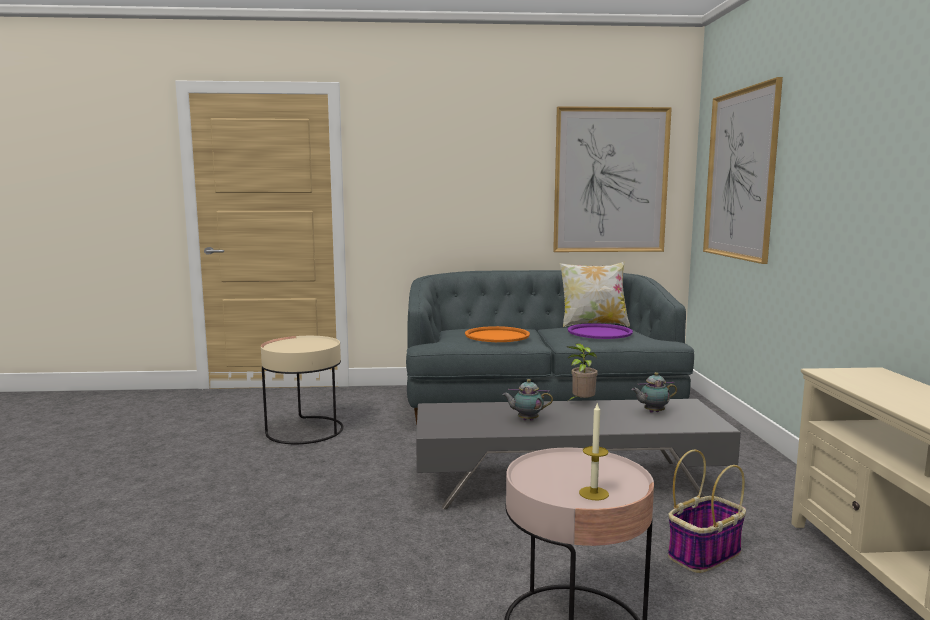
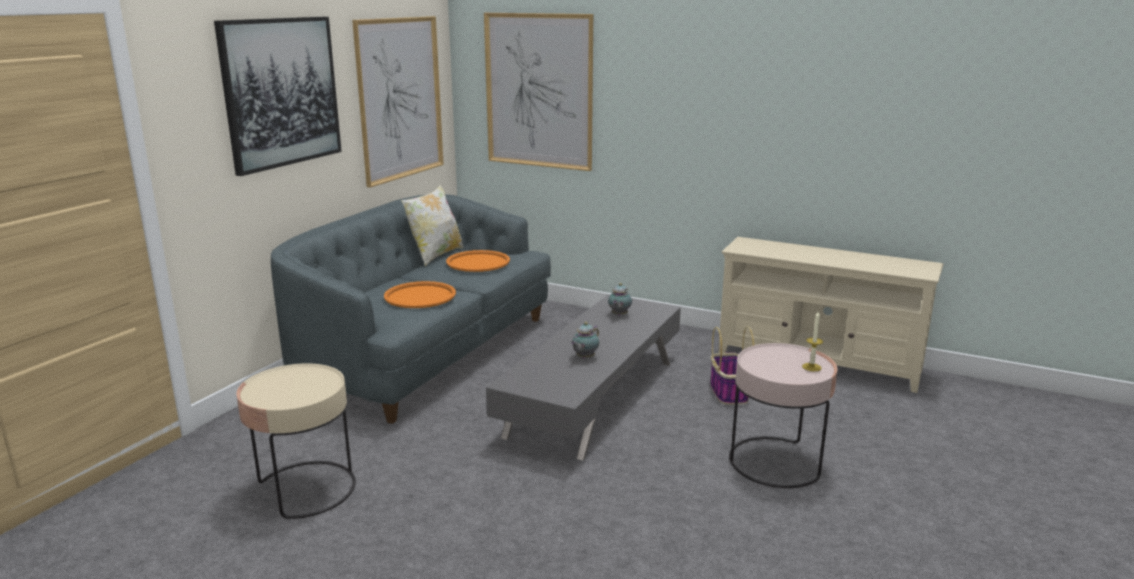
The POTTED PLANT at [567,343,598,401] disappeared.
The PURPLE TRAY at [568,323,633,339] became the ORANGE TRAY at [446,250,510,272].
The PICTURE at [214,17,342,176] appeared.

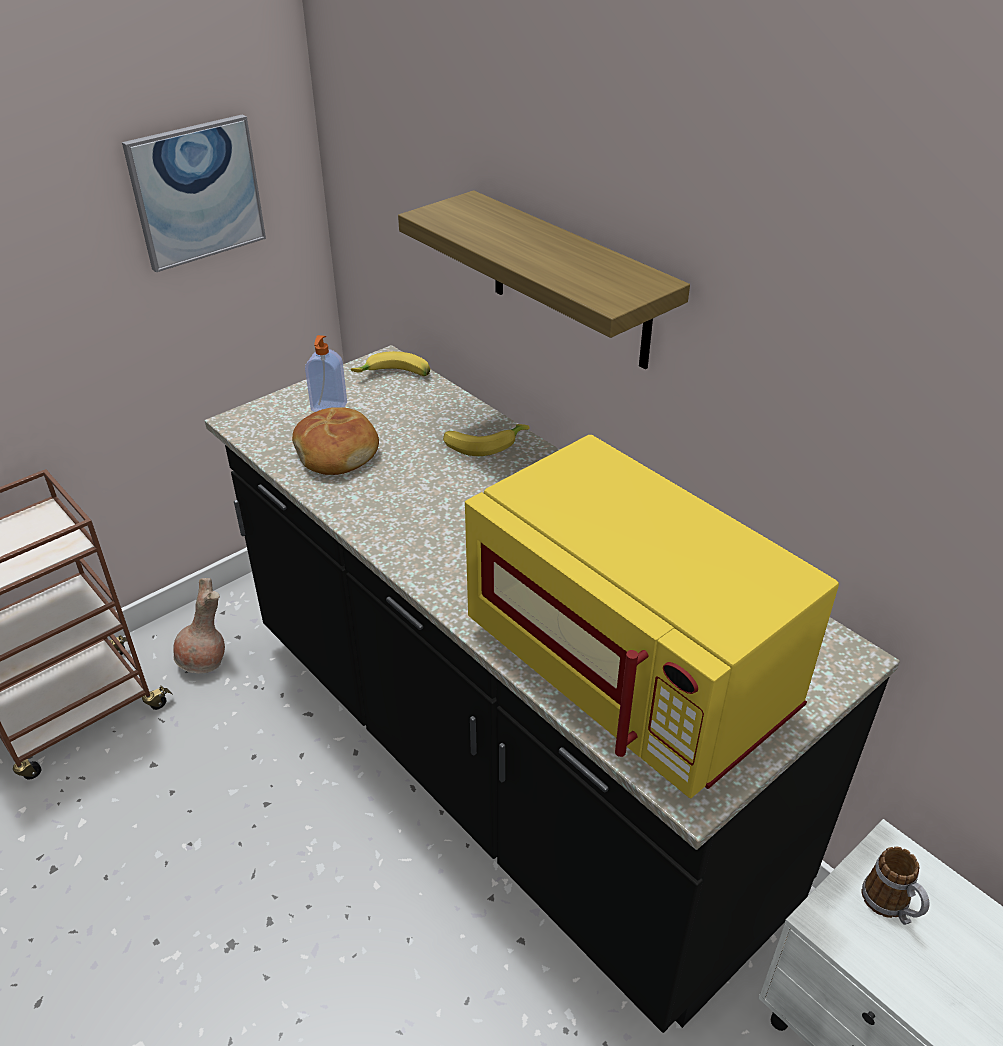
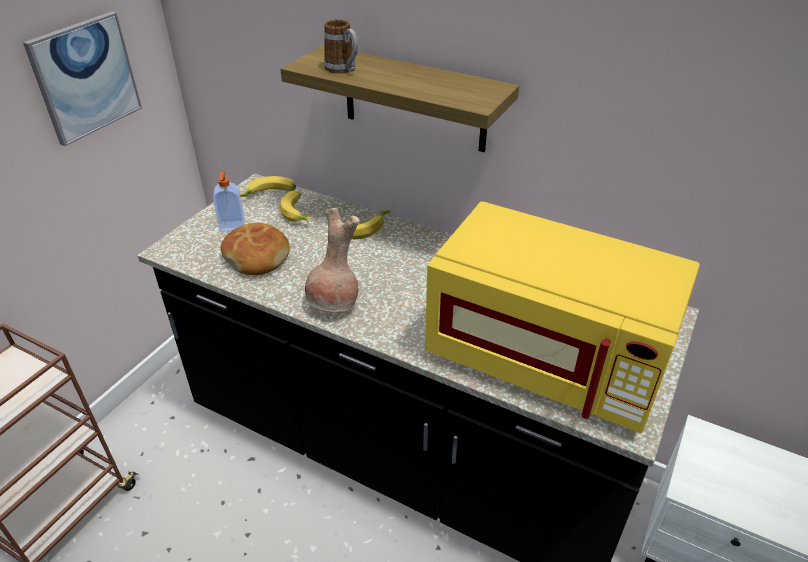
The BROWN VASE moved from [173,578,225,673] to [305,208,360,312].
The MUG moved from [862,847,929,925] to [324,19,358,74].
The BANANA at [279,191,309,223] appeared.

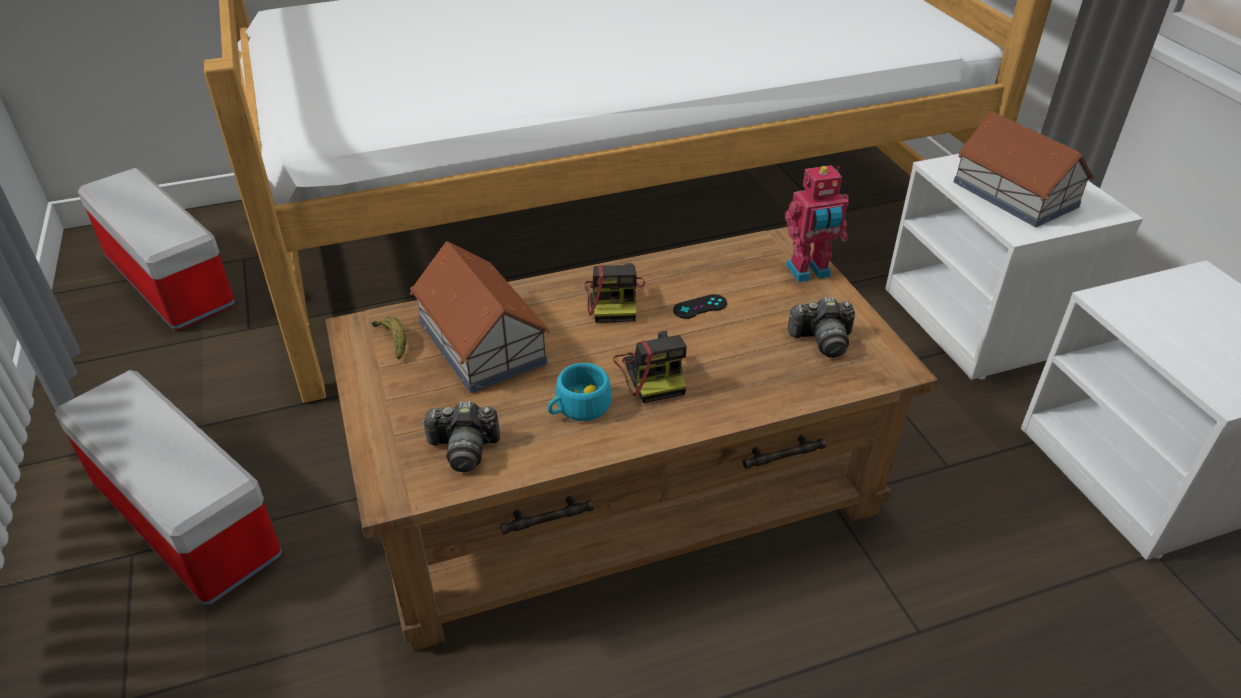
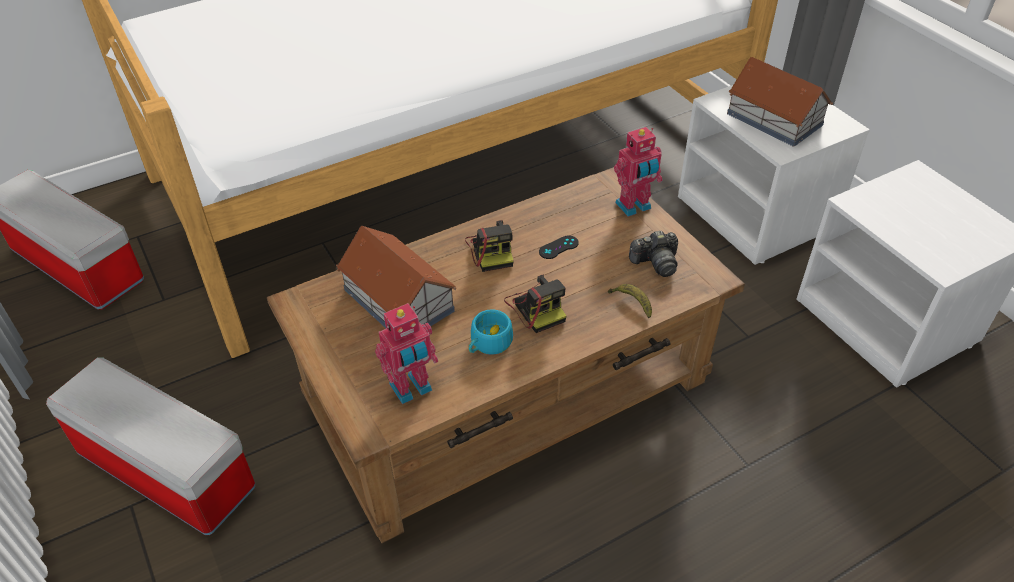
The BANANA moved from [372,316,406,359] to [608,284,652,318].
The PHOTO CAMERA at [422,401,500,472] was replaced by the TOY ROBOT at [375,303,438,404].

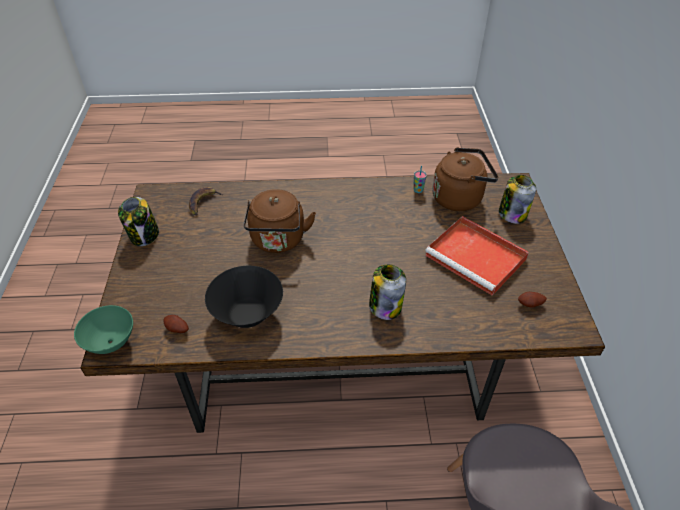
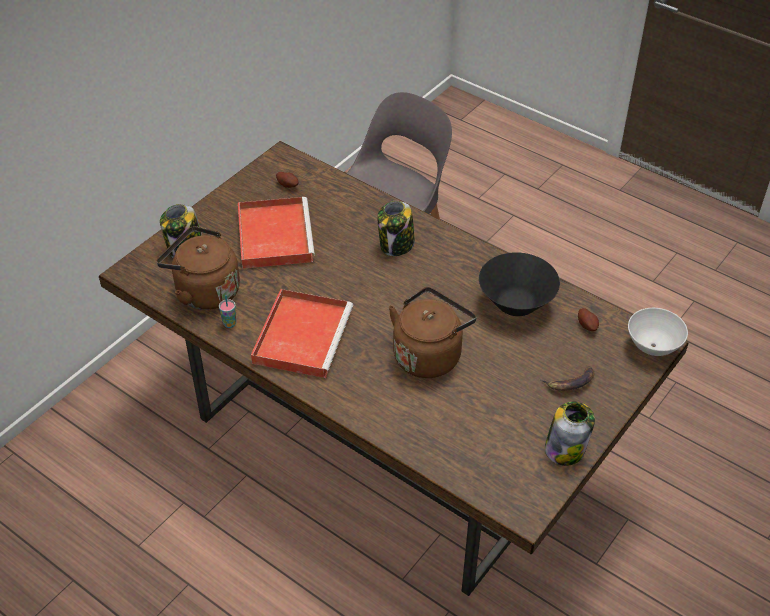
The GREEN BOWL at [74,305,133,354] became the WHITE BOWL at [628,308,688,356].
The BANANA moved from [189,187,224,215] to [540,366,594,391].
The RED TRAY at [251,289,353,378] appeared.

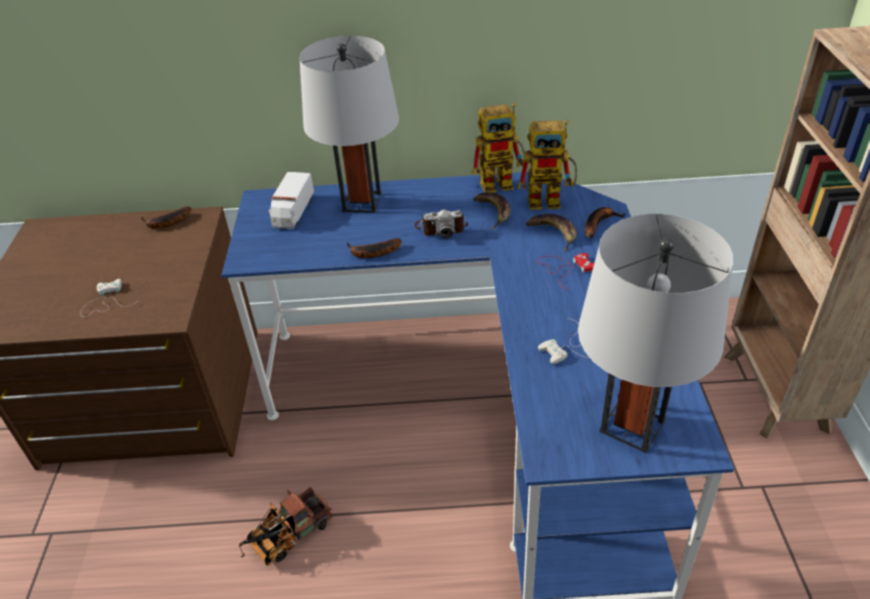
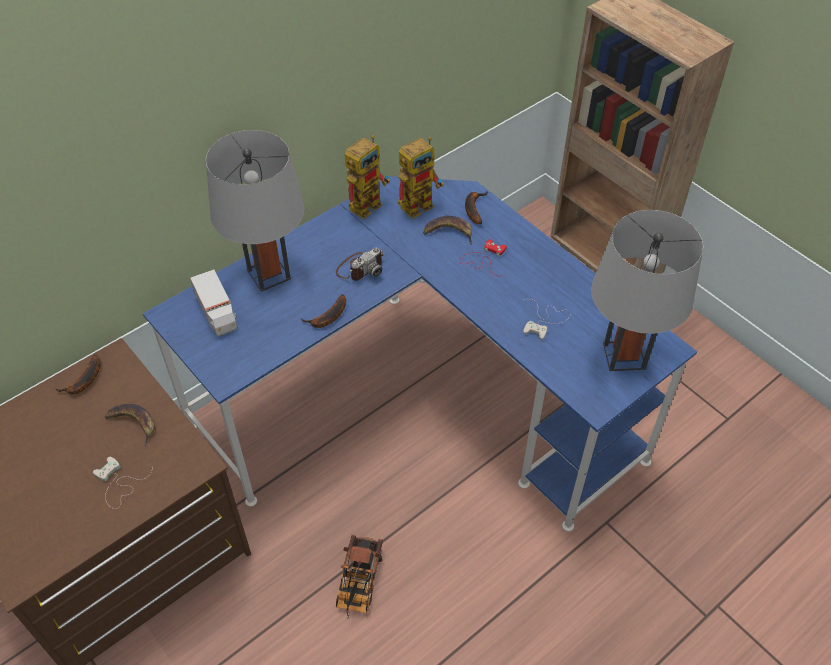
The BANANA moved from [474,192,510,230] to [105,404,155,447].

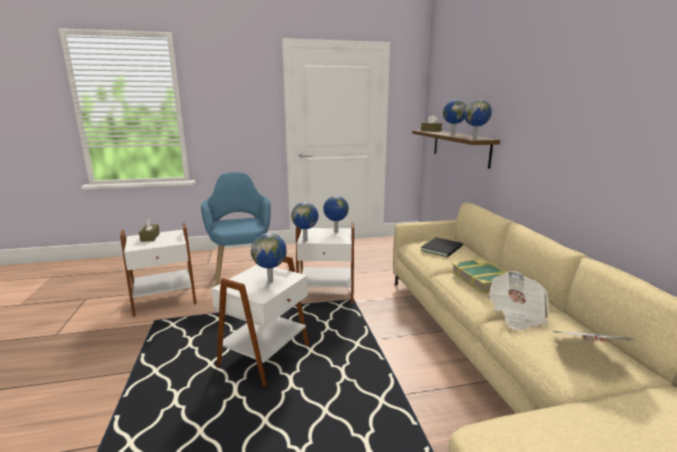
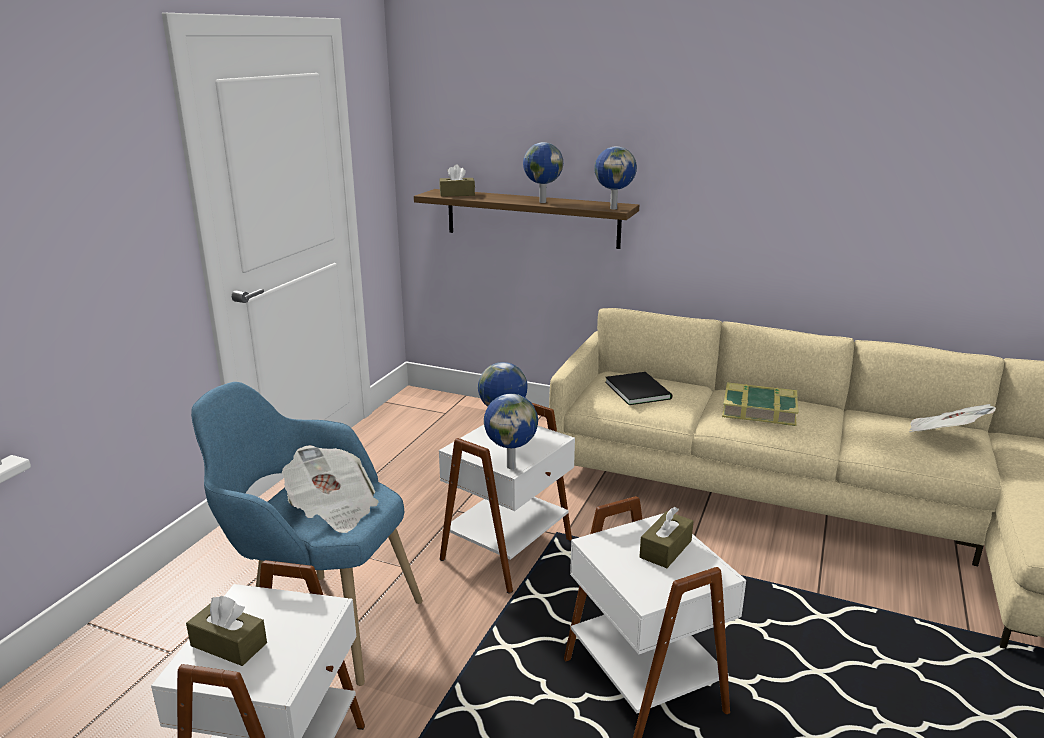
The GLOBE at [251,233,287,283] was replaced by the BROWN TISSUE BOX at [639,507,694,568].
The NEWSPAPER moved from [488,271,549,330] to [282,445,379,533].

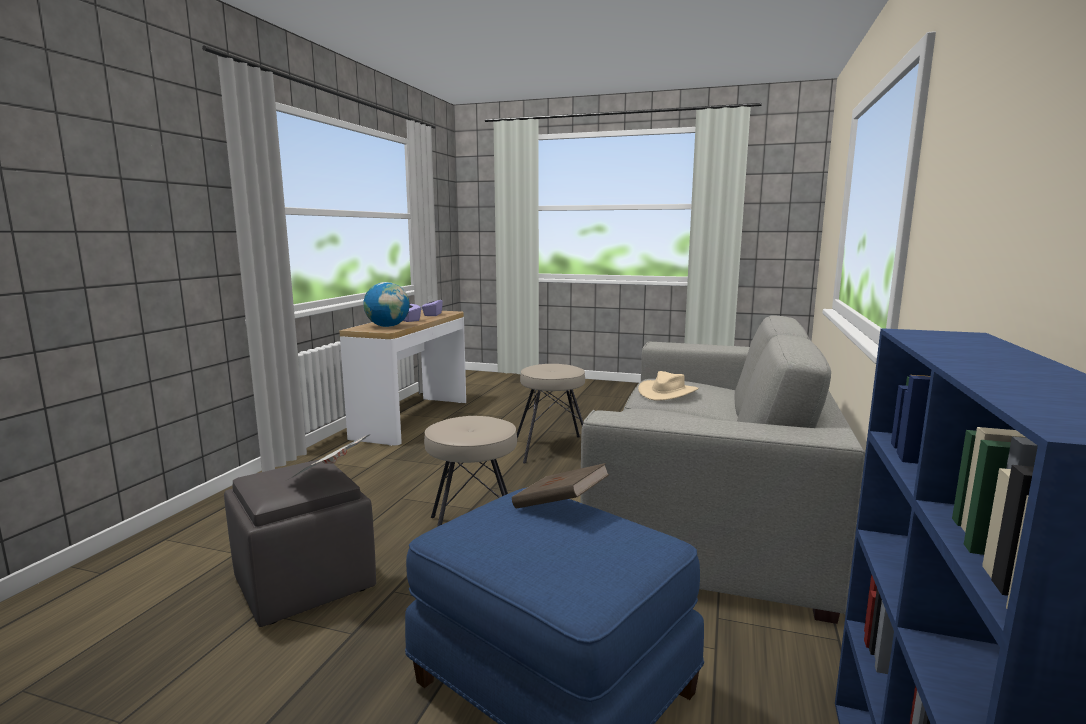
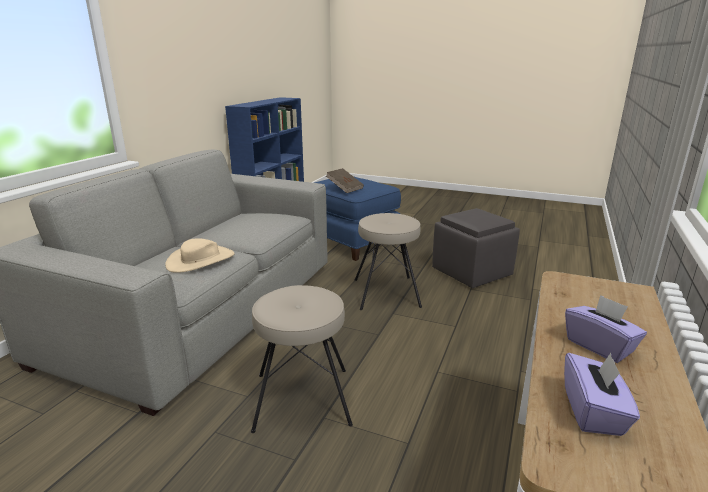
The NEWSPAPER at [287,434,371,480] disappeared.
The GLOBE at [364,282,410,327] disappeared.

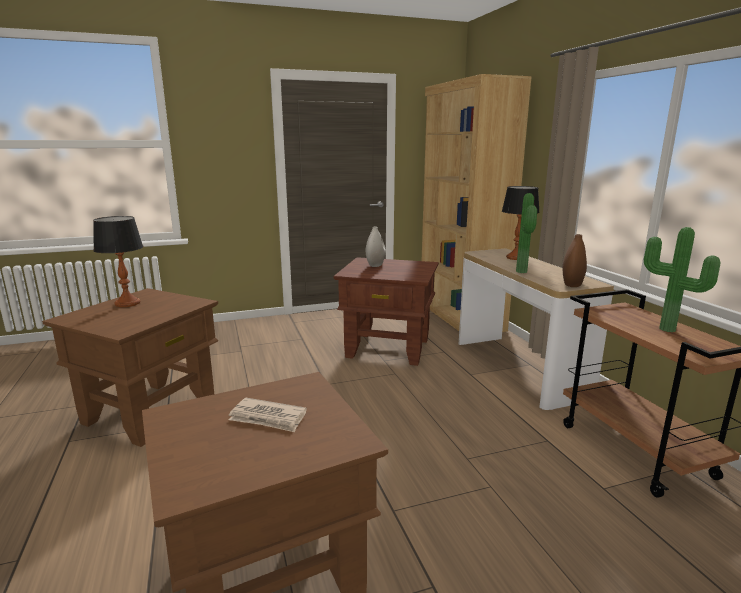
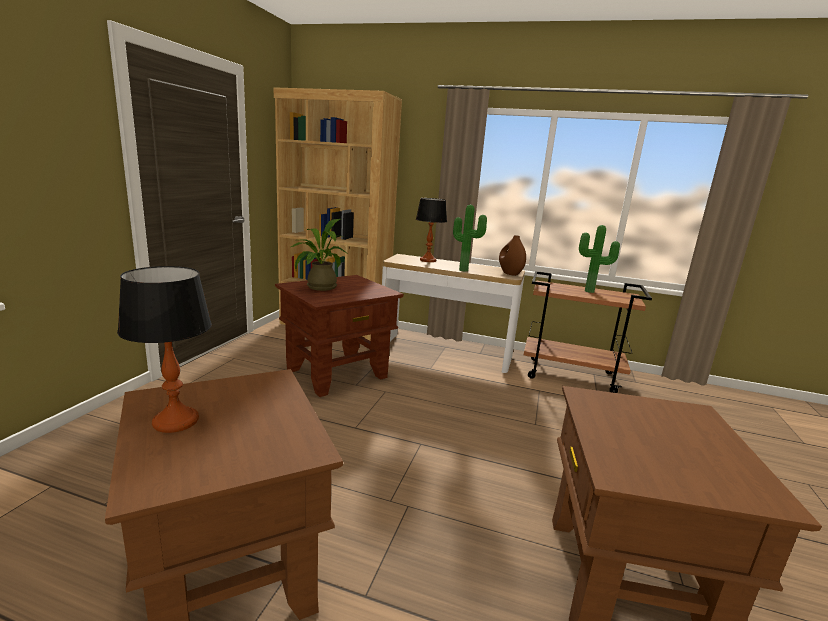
The NEWSPAPER at [229,398,307,432] disappeared.
The WHITE VASE at [366,227,386,267] was replaced by the POTTED PLANT at [291,219,346,291].

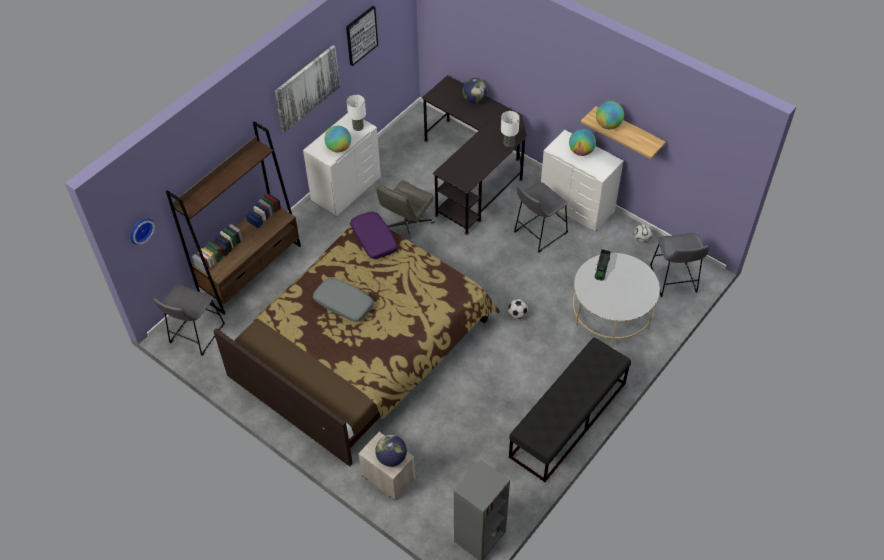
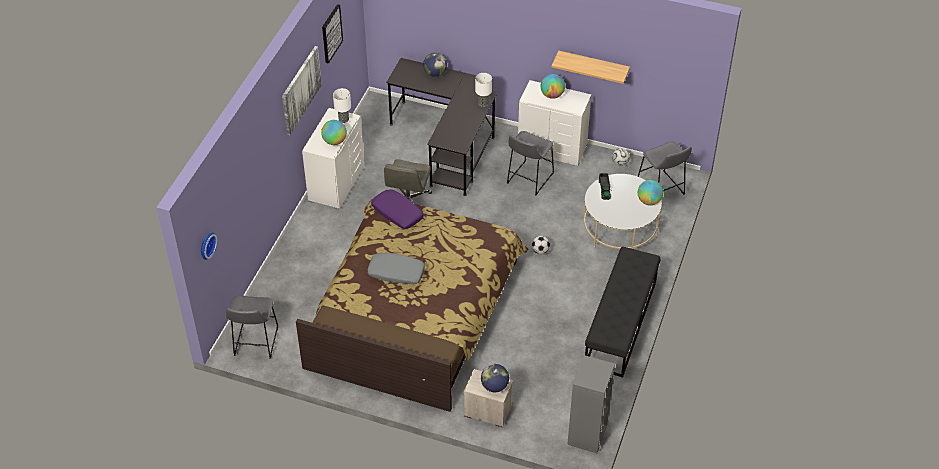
The BROWN BOOKCASE at [166,122,301,314] disappeared.
The GLOBE moved from [596,101,624,129] to [638,180,663,205].

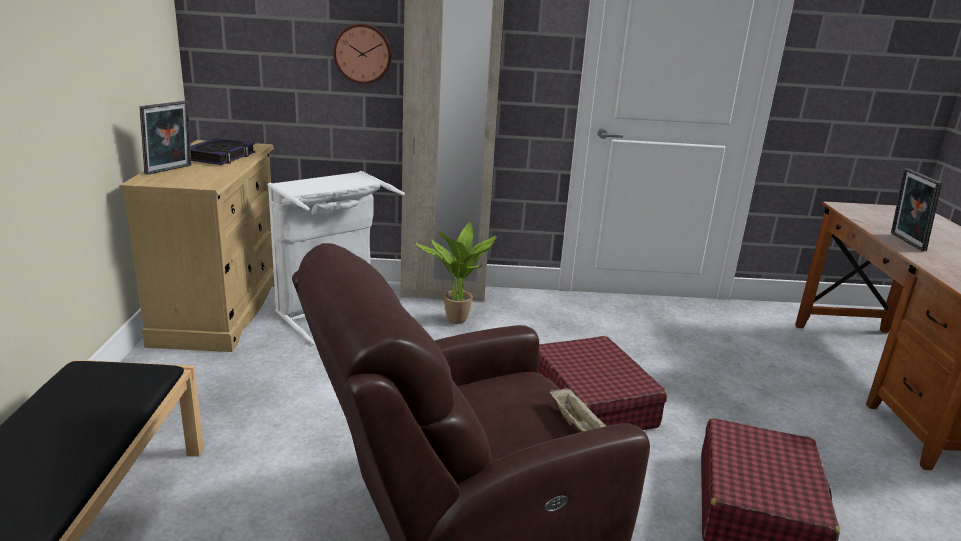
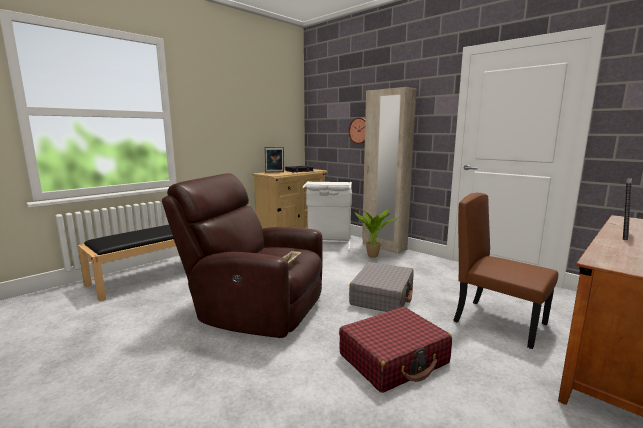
The RED SUITCASE at [537,336,667,430] became the GREY SUITCASE at [349,262,414,312].
The BROWN CHAIR at [453,193,558,349] appeared.

